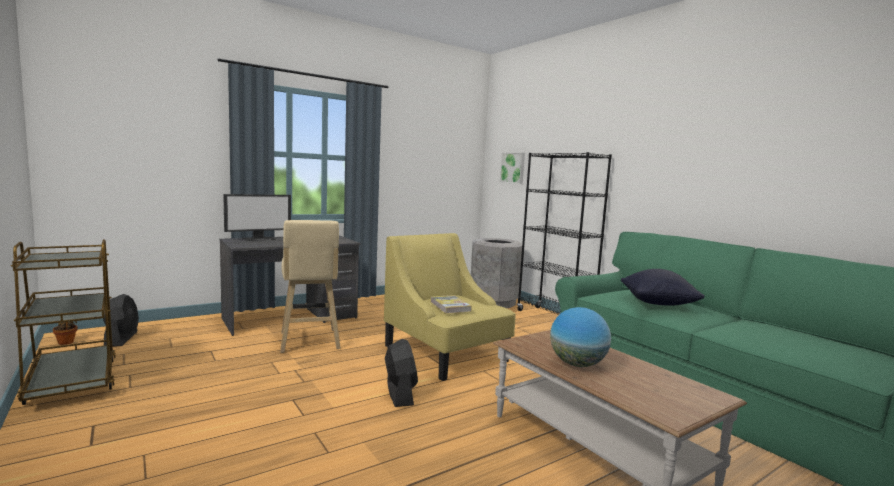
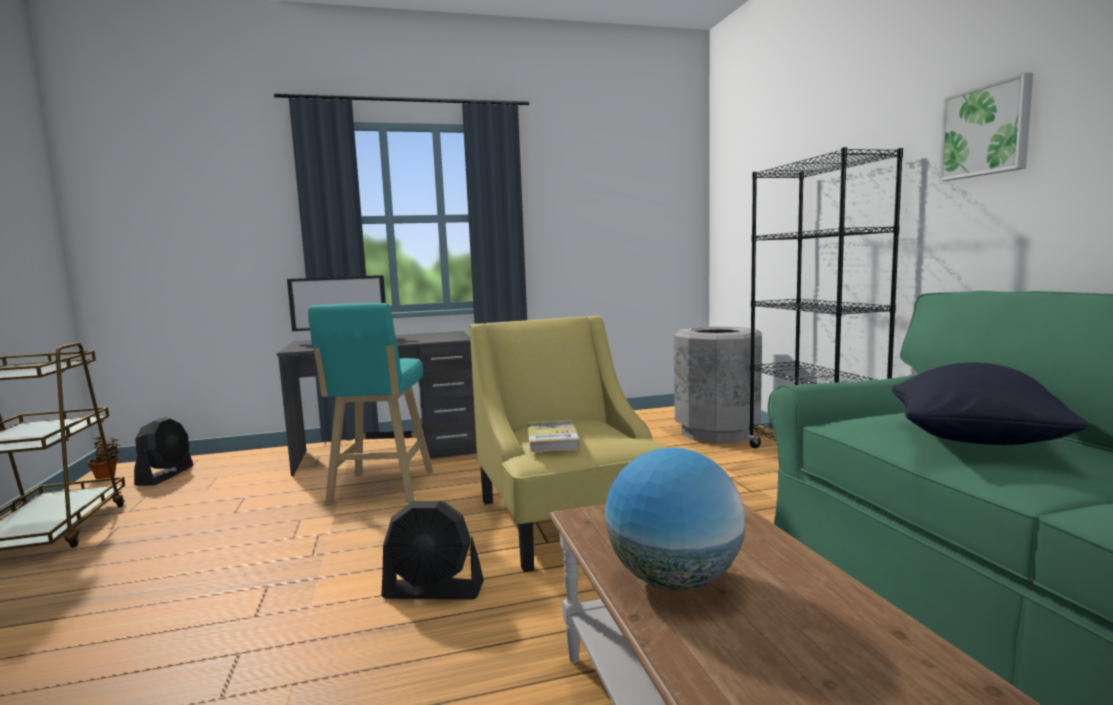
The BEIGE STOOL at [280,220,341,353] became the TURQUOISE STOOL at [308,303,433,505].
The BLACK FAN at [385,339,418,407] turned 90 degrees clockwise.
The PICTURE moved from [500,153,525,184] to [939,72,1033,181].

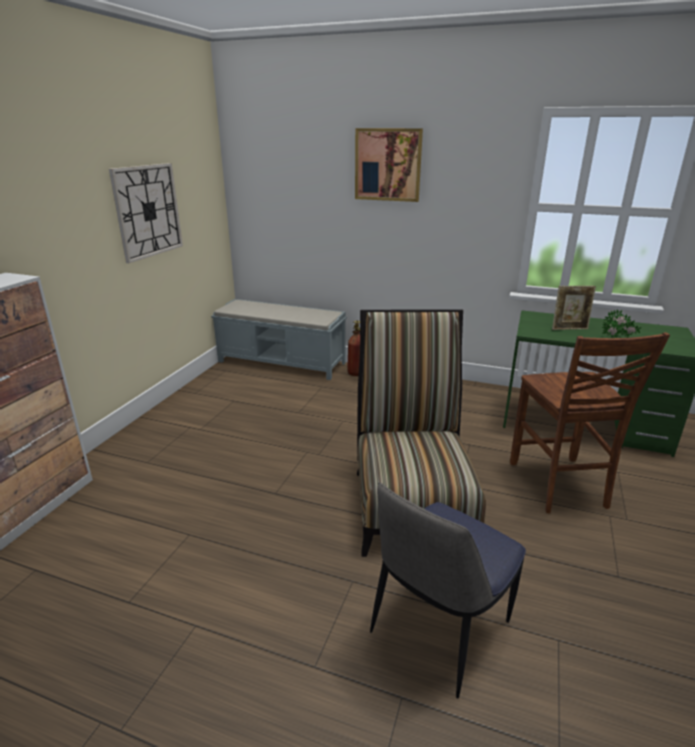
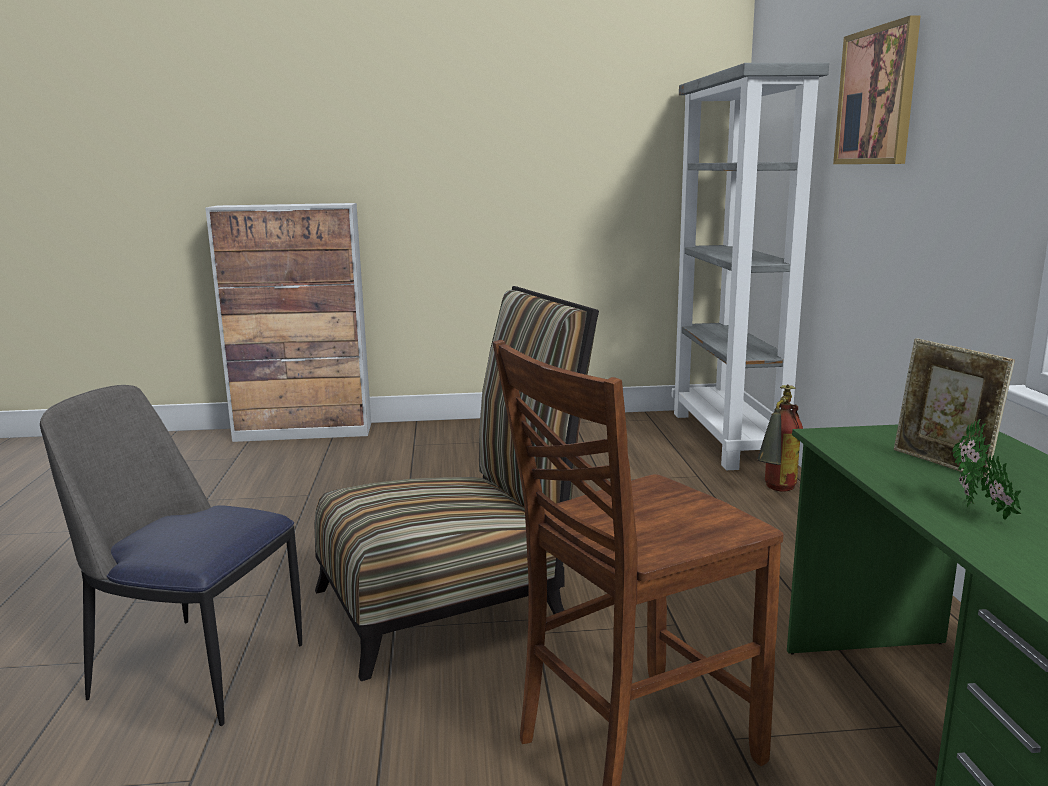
The WALL CLOCK at [109,163,183,263] disappeared.
The GREY BENCH at [211,299,347,380] was replaced by the GREY BOOKCASE at [672,62,829,470].

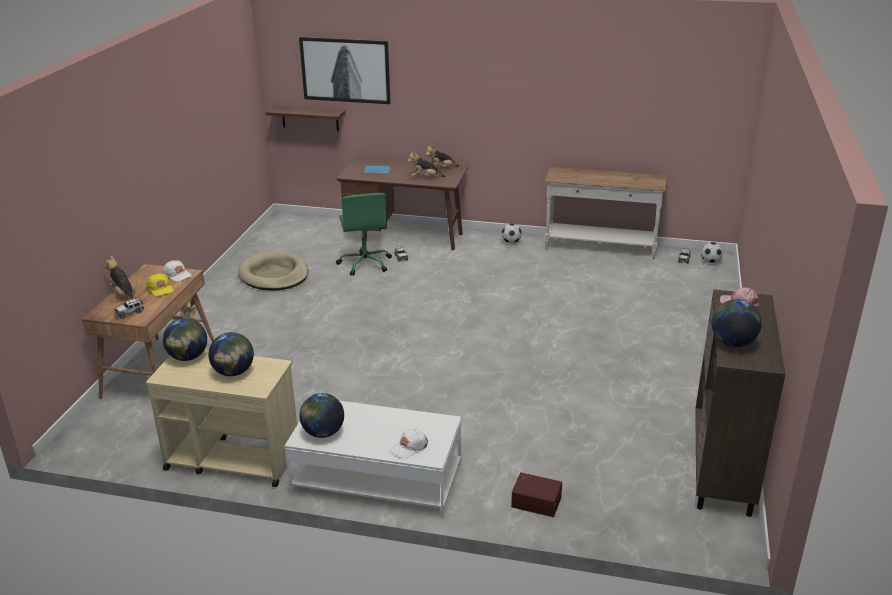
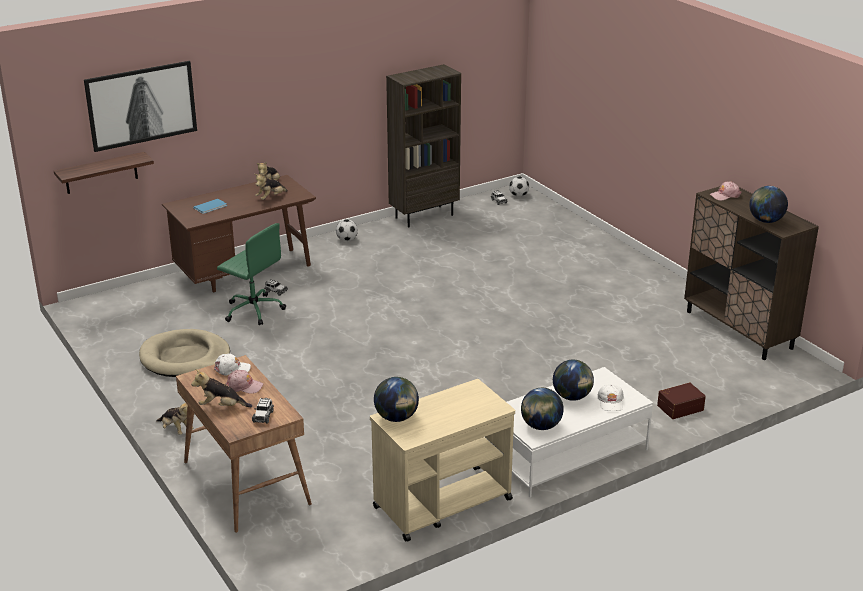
The YELLOW CAP at [146,274,174,296] became the PINK CAP at [226,370,263,394].
The GLOBE moved from [208,332,254,376] to [553,360,594,401].
The WHITE CONSOLE TABLE at [544,167,667,260] was replaced by the BROWN BOOKCASE at [386,64,461,228].

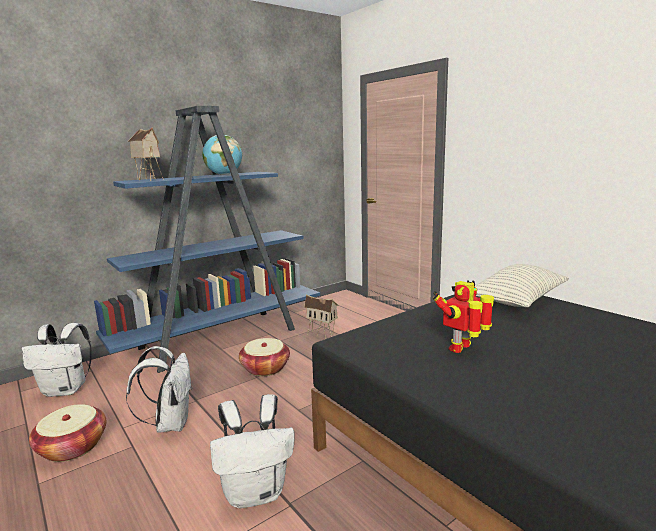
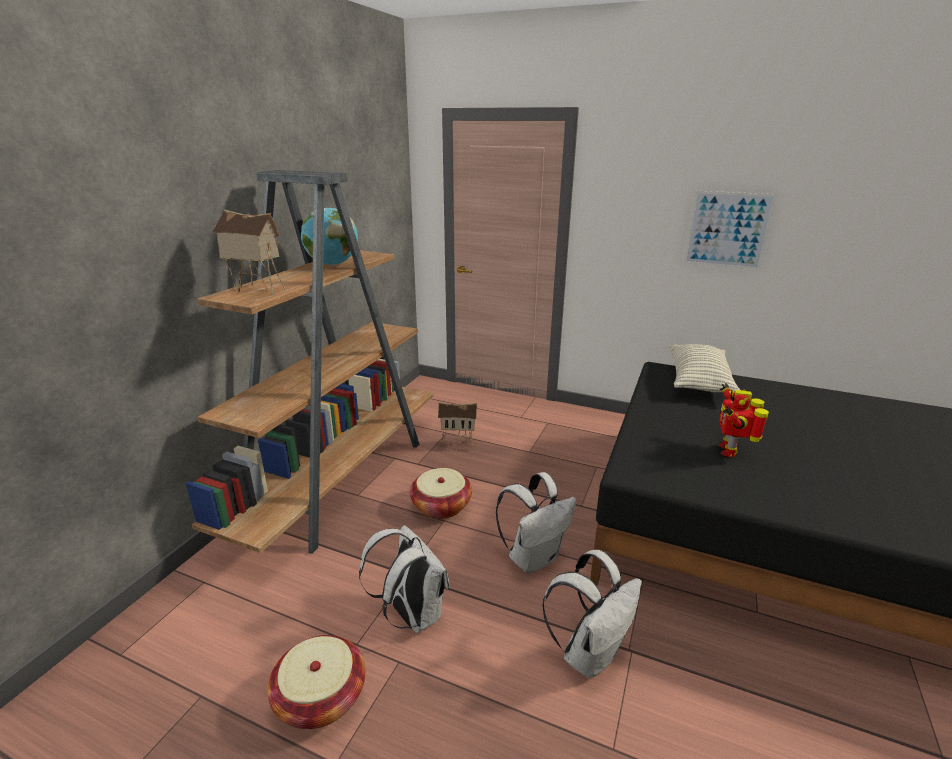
The WHITE BACKPACK moved from [22,323,92,397] to [496,472,576,573].
The BLUE BOOKCASE at [94,106,320,373] became the BROWN BOOKCASE at [186,170,434,554].
The PICTURE at [684,191,777,270] appeared.

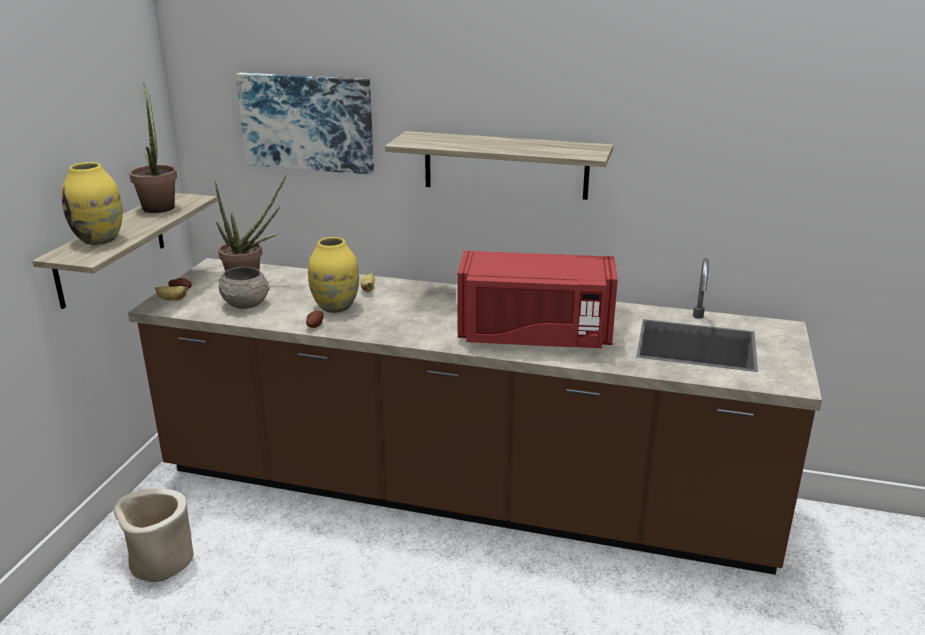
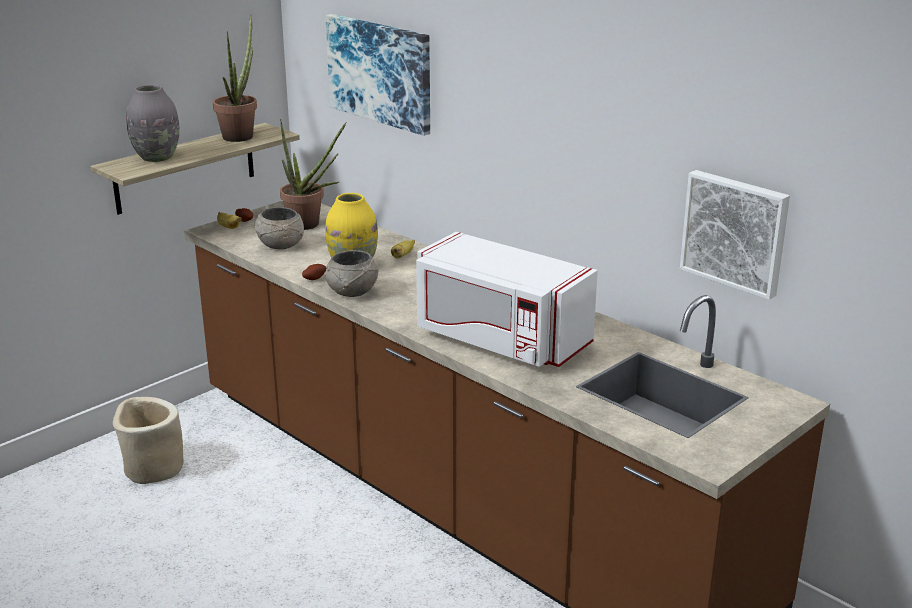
The YELLOW VASE at [61,162,123,245] became the GREY VASE at [126,85,179,162].
The SHELF at [385,131,613,200] disappeared.
The RED MICROWAVE at [457,251,618,348] became the WHITE MICROWAVE at [416,232,598,367].
The GREY BOWL at [326,250,379,297] appeared.
The PICTURE at [680,170,790,300] appeared.

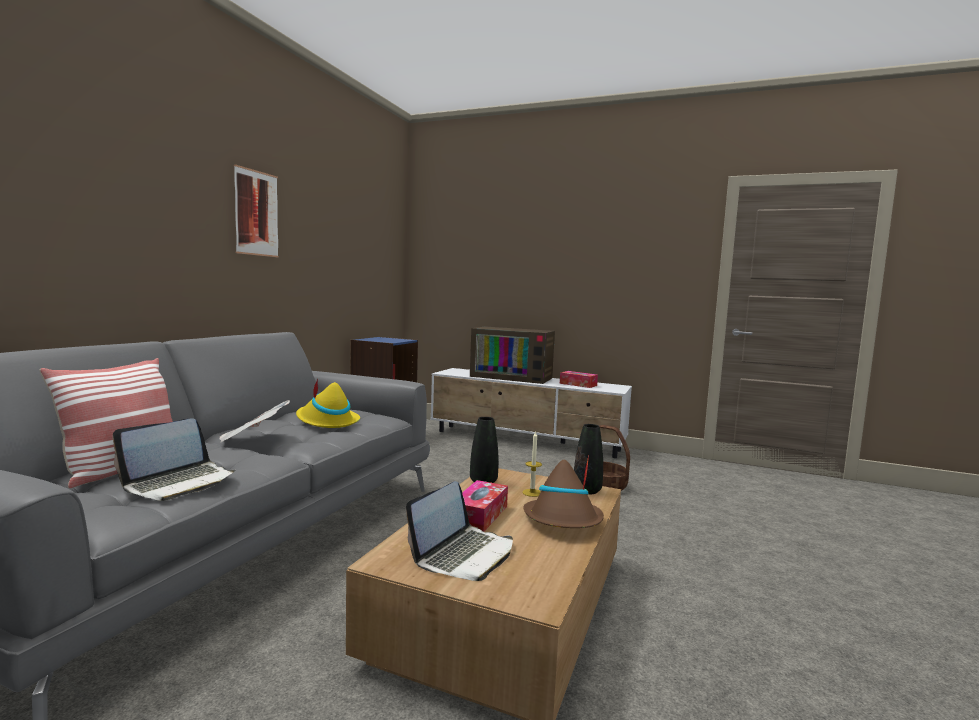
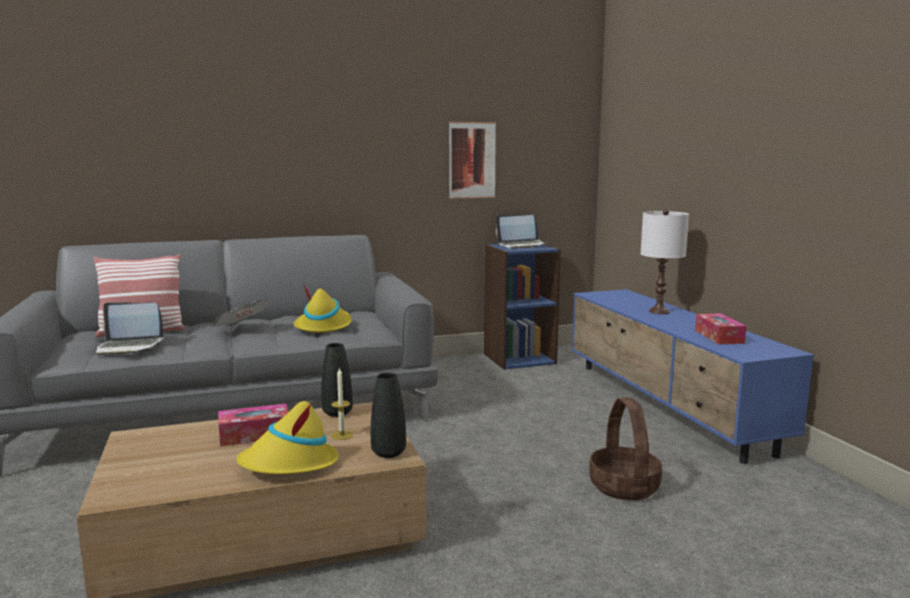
The PICTURE moved from [234,164,279,257] to [449,122,496,199].
The LAPTOP moved from [406,481,513,581] to [496,215,547,248].
The WHITE TV STAND at [430,368,632,458] became the BLUE TV STAND at [572,289,814,464].
The TELEVISION at [470,327,555,384] was replaced by the WHITE TABLE LAMP at [641,209,689,314].
The BROWN HAT at [524,455,604,528] became the YELLOW HAT at [236,401,338,474].

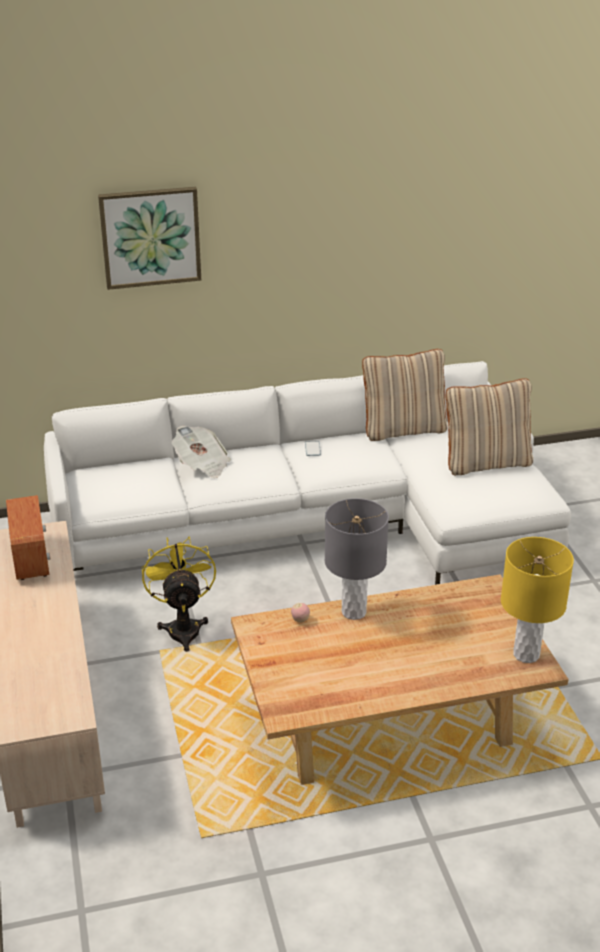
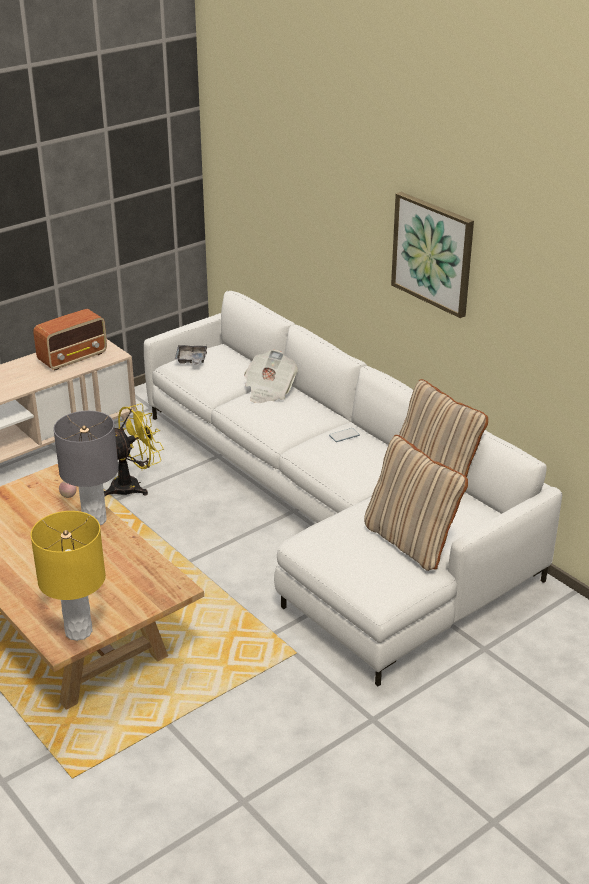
The PICTURE moved from [98,187,201,290] to [391,192,474,318].
The GREY TRAY at [175,345,207,365] appeared.

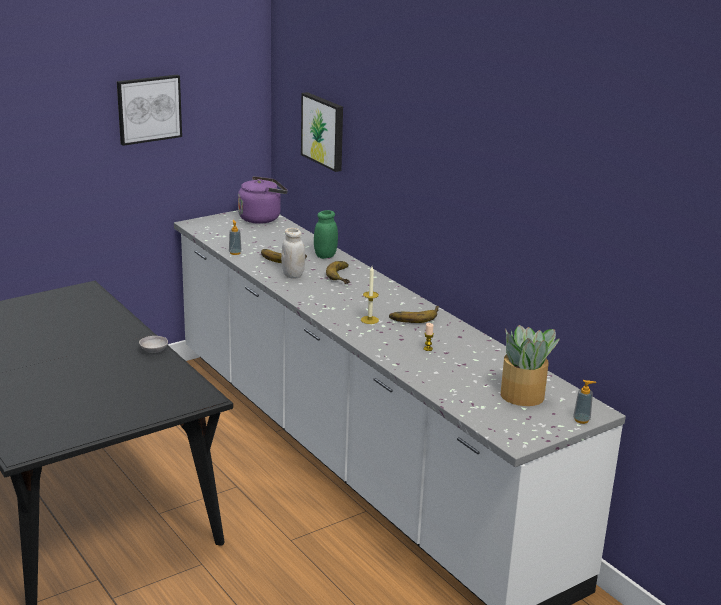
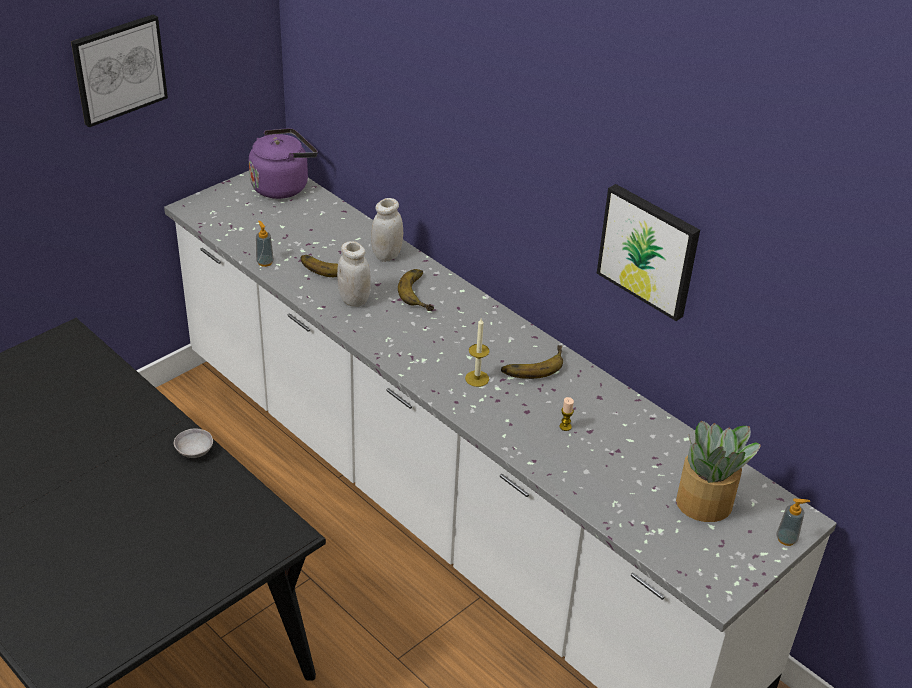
The PICTURE moved from [301,92,343,172] to [597,184,700,321].
The GREEN JAR at [314,210,338,259] became the WHITE JAR at [371,198,403,262].

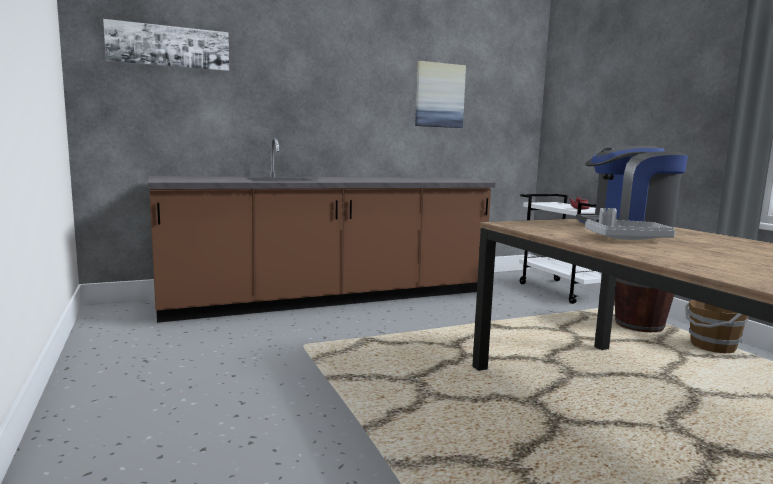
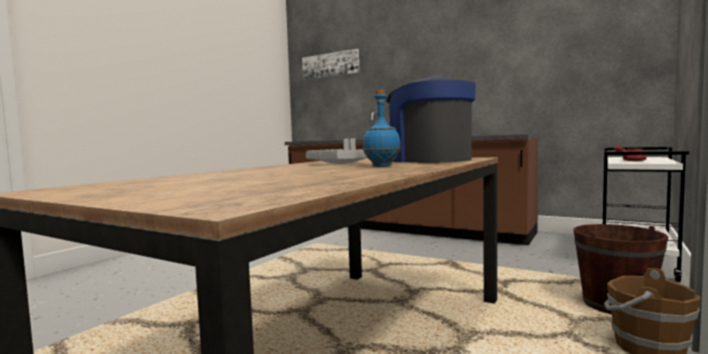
The PICTURE at [415,61,466,128] disappeared.
The BLUE BOTTLE at [363,90,401,167] appeared.

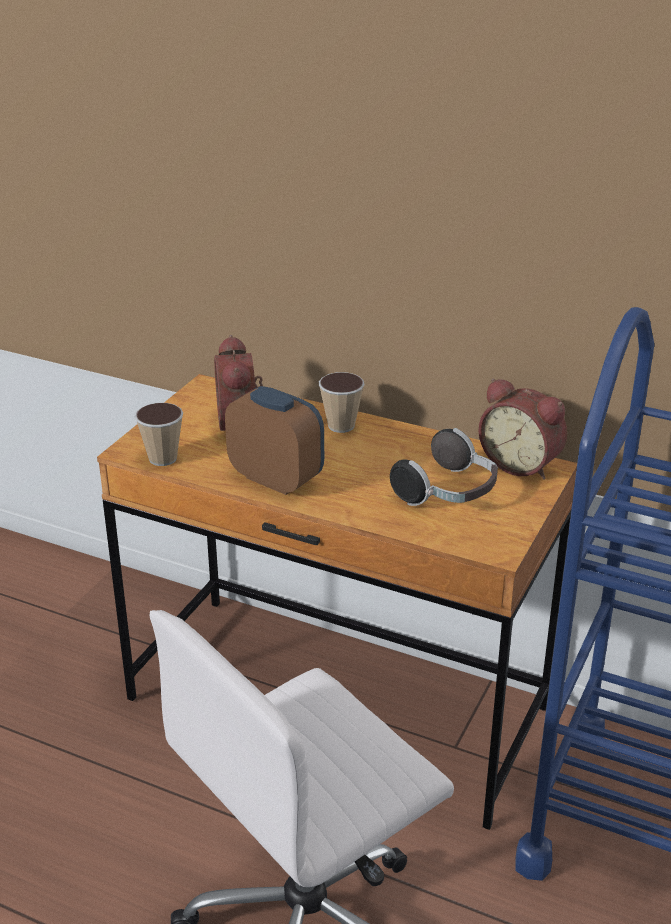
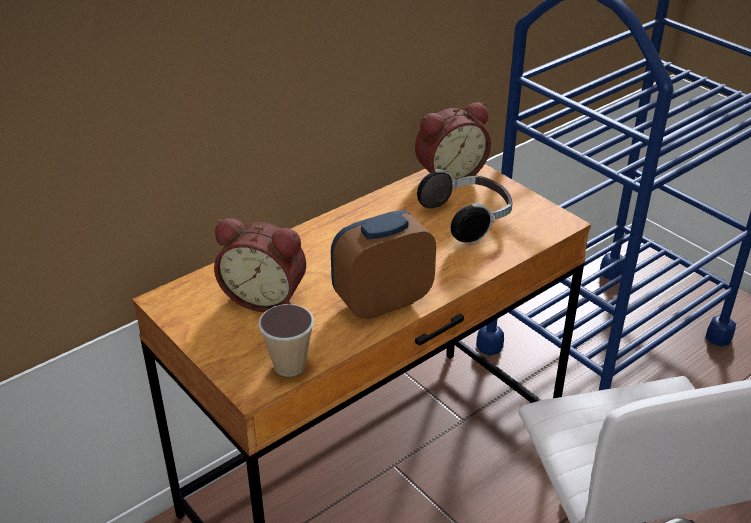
The CUP at [319,372,364,433] disappeared.

